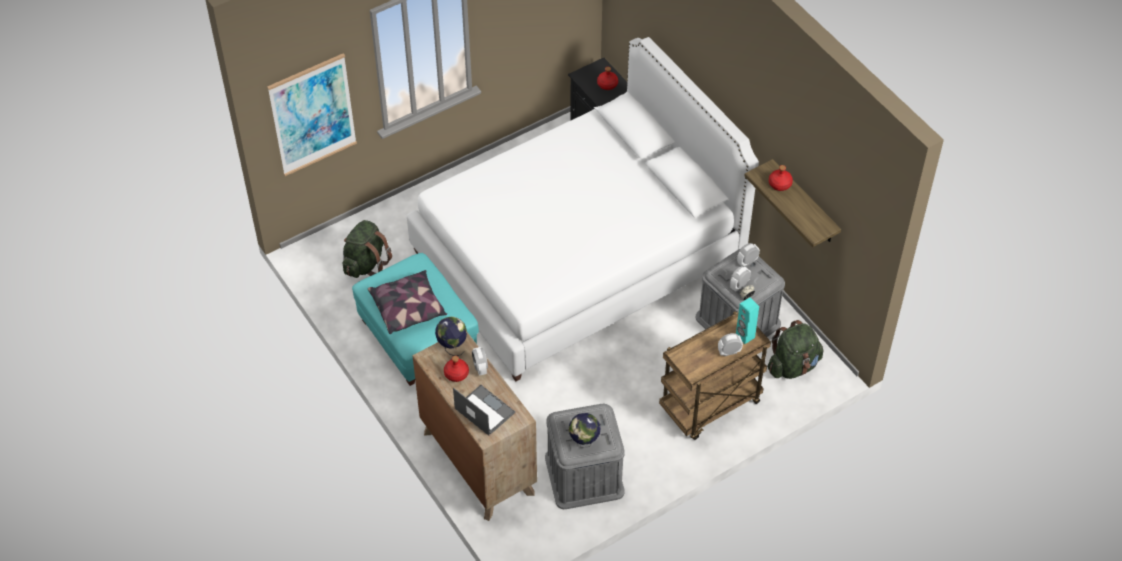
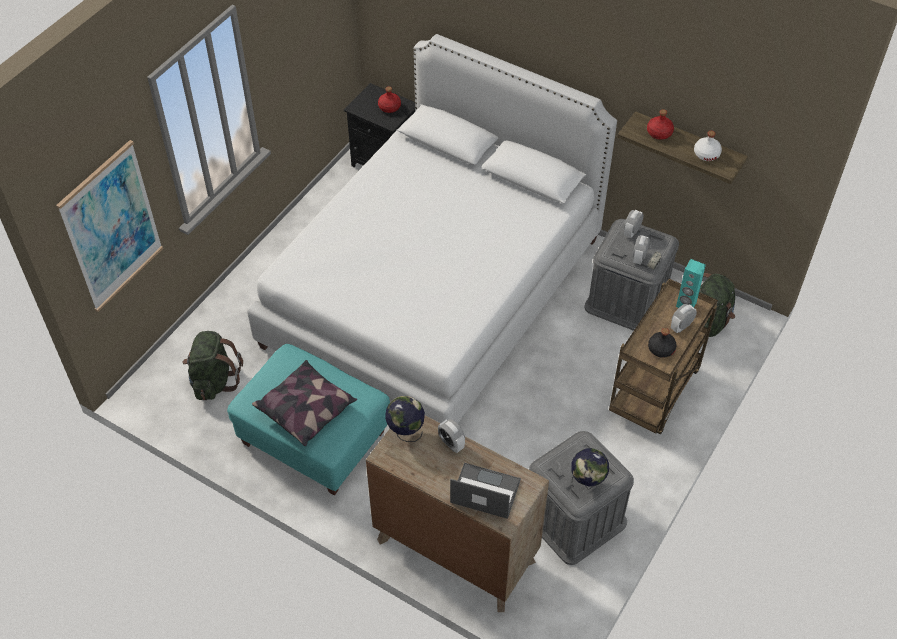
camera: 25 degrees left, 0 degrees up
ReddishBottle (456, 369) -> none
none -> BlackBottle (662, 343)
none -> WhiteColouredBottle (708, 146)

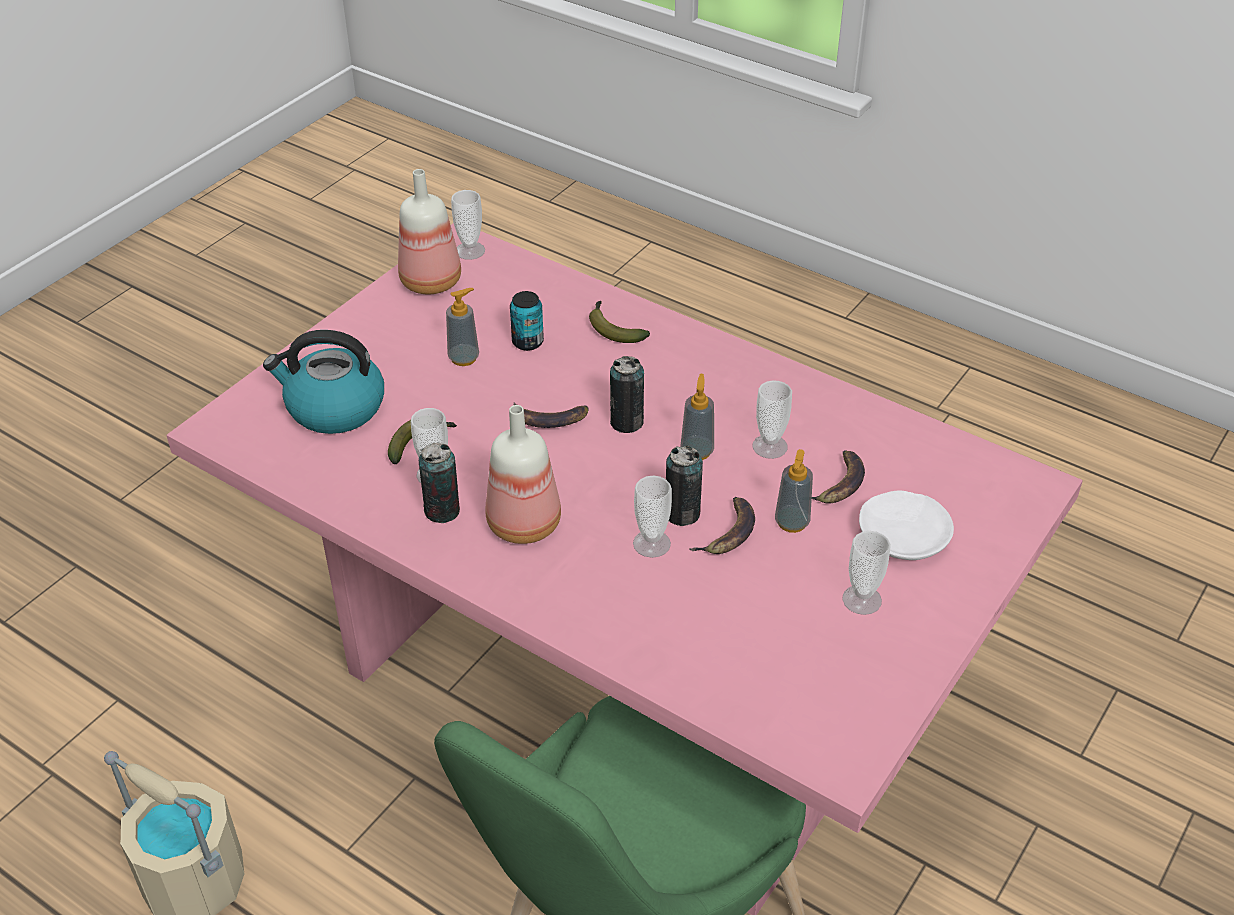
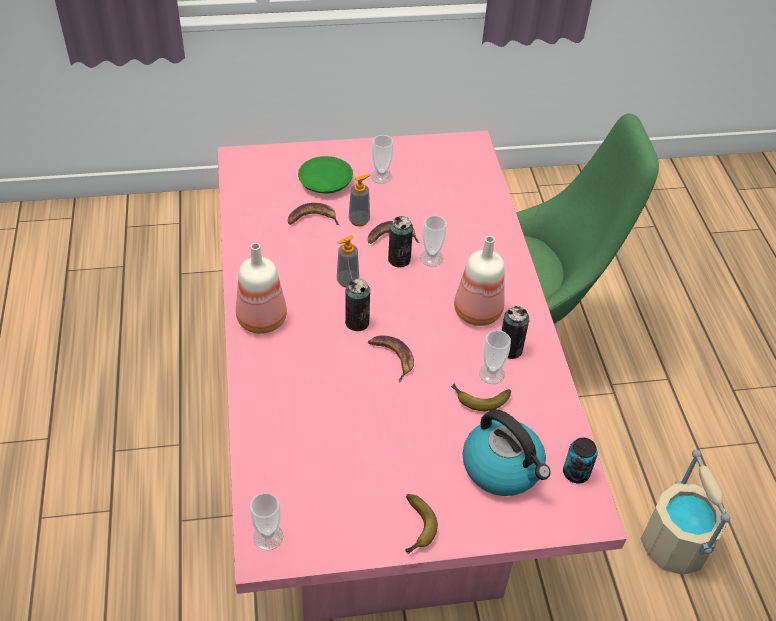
camera: 135 degrees left, 5 degrees up
Bottle (429, 231) -> Bottle (261, 288), moved
SoapBottle (462, 327) -> none
Can (527, 321) -> Can (580, 460), moved
Banana (619, 322) -> Banana (422, 524), moved
Cup (772, 419) -> none
WhiteColouredFlatDish (906, 525) -> GreenishFlatDish (325, 174)

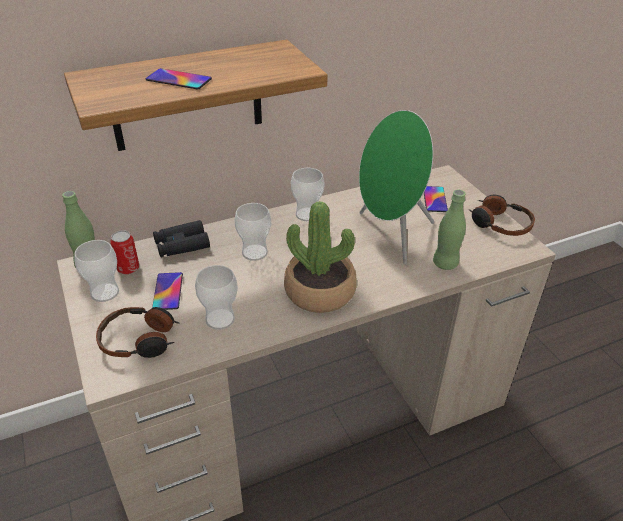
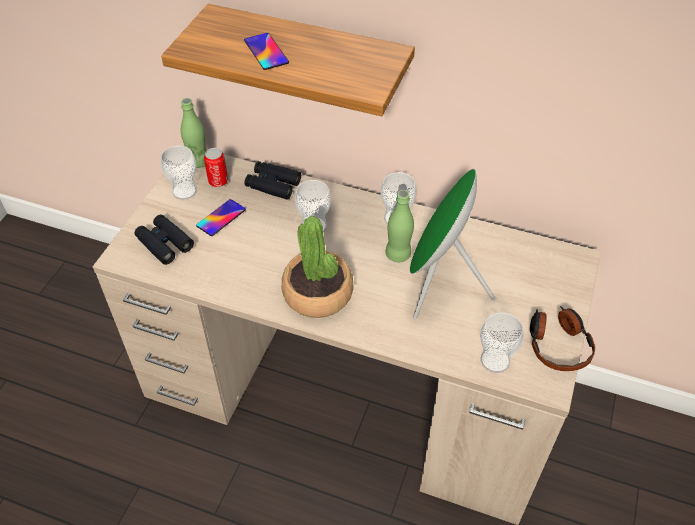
camera: 45 degrees right, 10 degrees up
Headset (138, 332) -> BlackPairOfBinoculars (164, 240)
Cup (216, 297) -> Cup (502, 342), moved
Phone (436, 199) -> none
GreenishBottle (449, 230) -> GreenishBottle (399, 226), moved

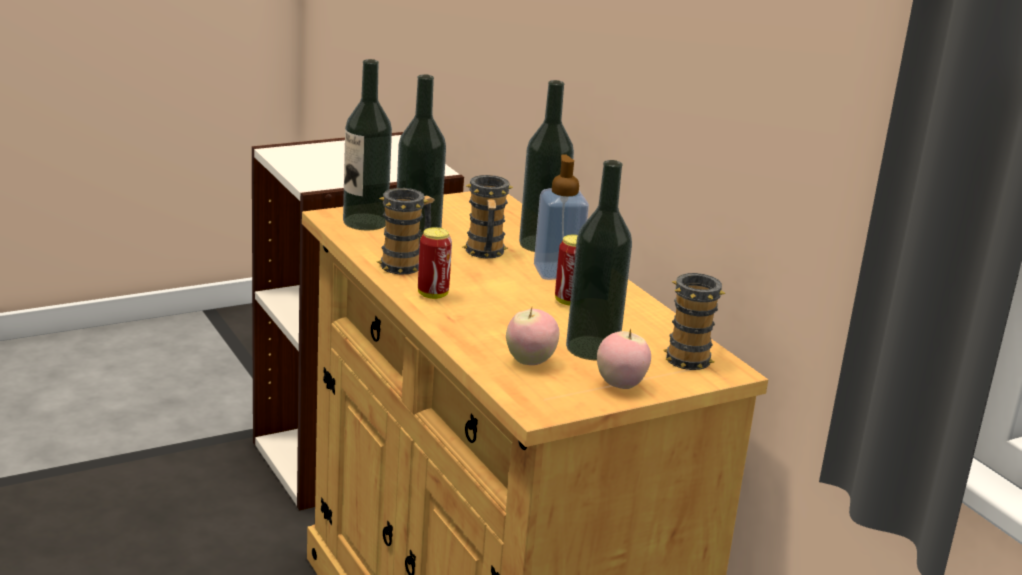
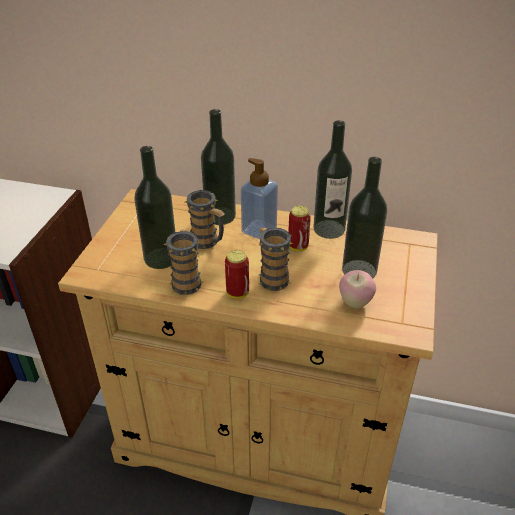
camera: 45 degrees left, 15 degrees up
Bottle (367, 145) -> Bottle (332, 179), moved
WholeApple (624, 358) -> none
TeaMug (694, 321) -> TeaMug (275, 259), moved

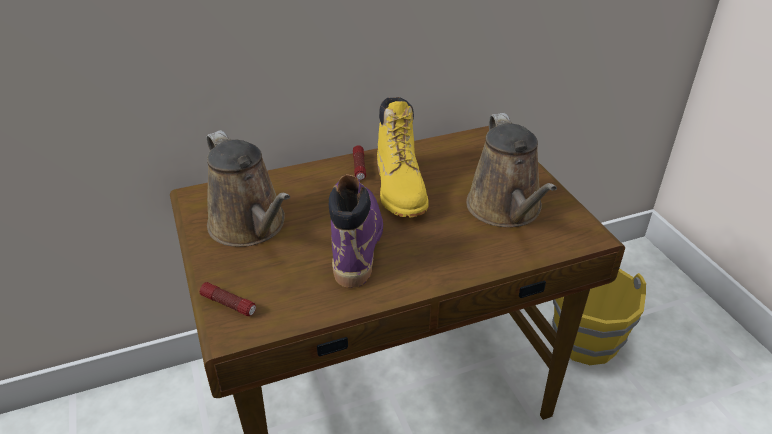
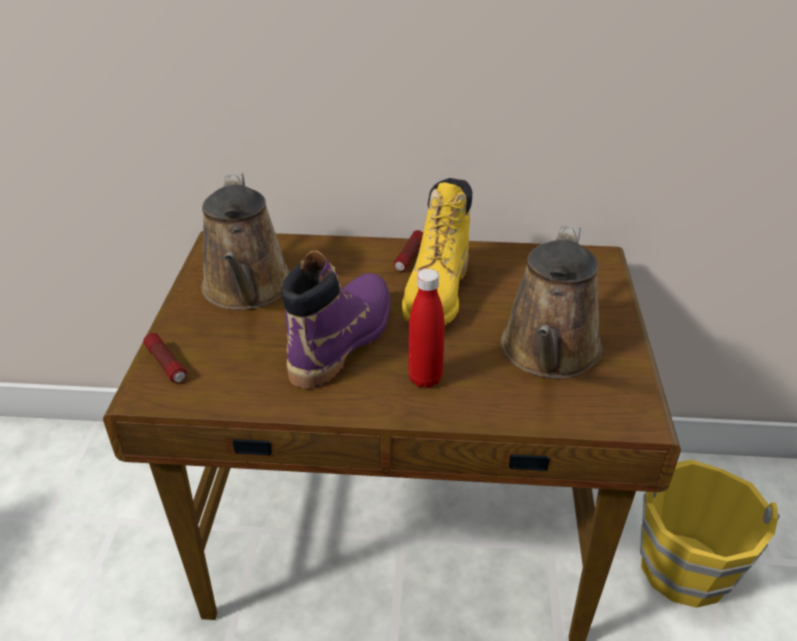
camera: 25 degrees right, 0 degrees up
none -> ReddishBottle (426, 328)

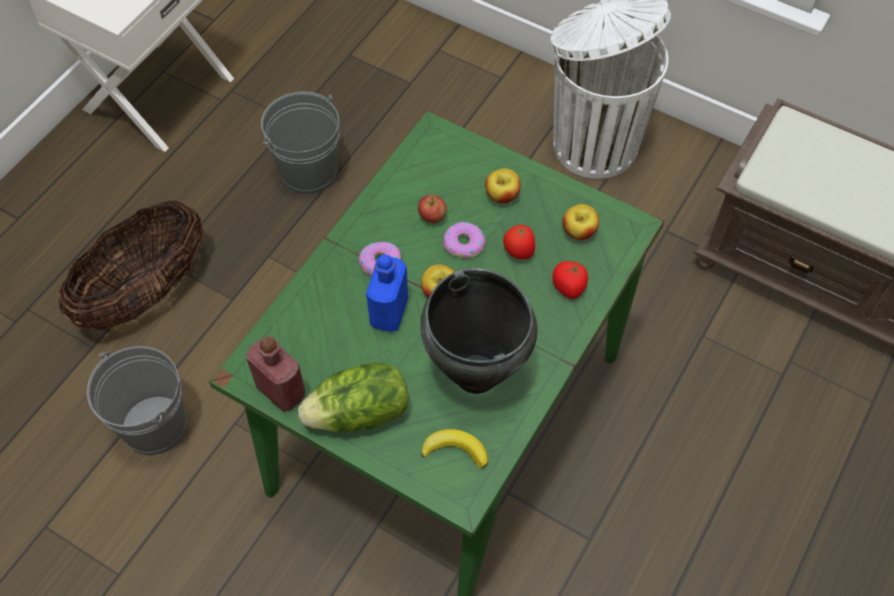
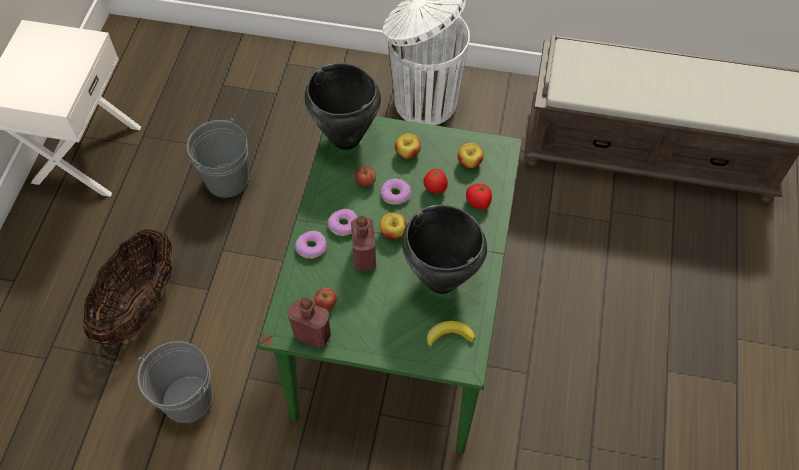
camera: 20 degrees left, 0 degrees up
LettuceHead (353, 397) -> none
BlueColouredBottle (387, 293) -> ReddishBottle (363, 243)
none -> Doughnut (311, 245)
none -> BlackStockpot (343, 106)
none -> WholeApple (325, 299)

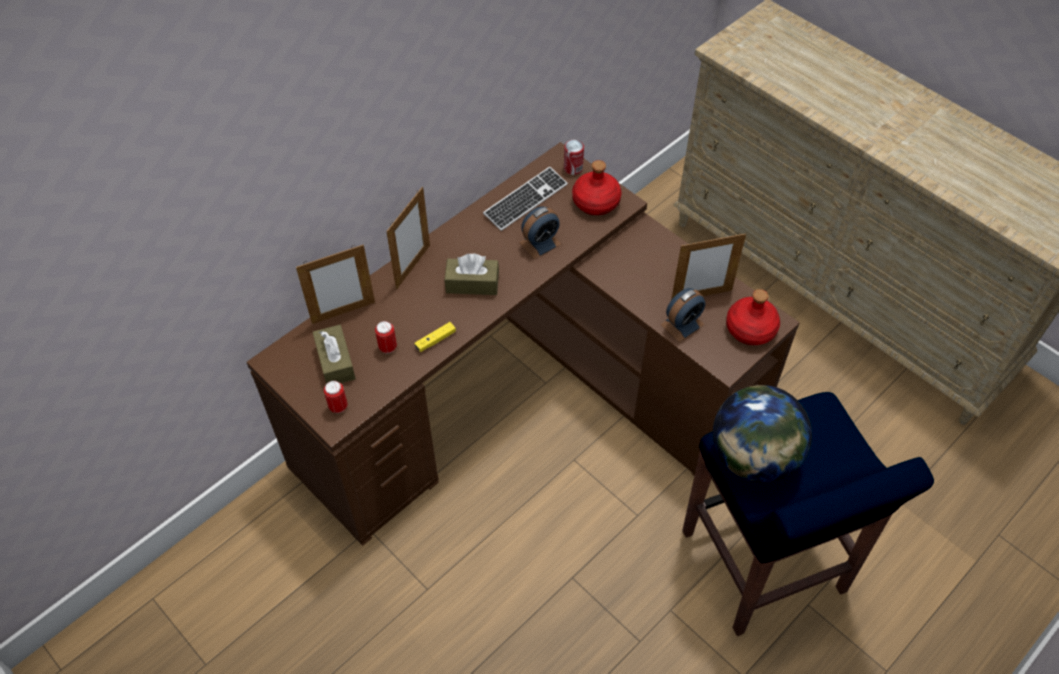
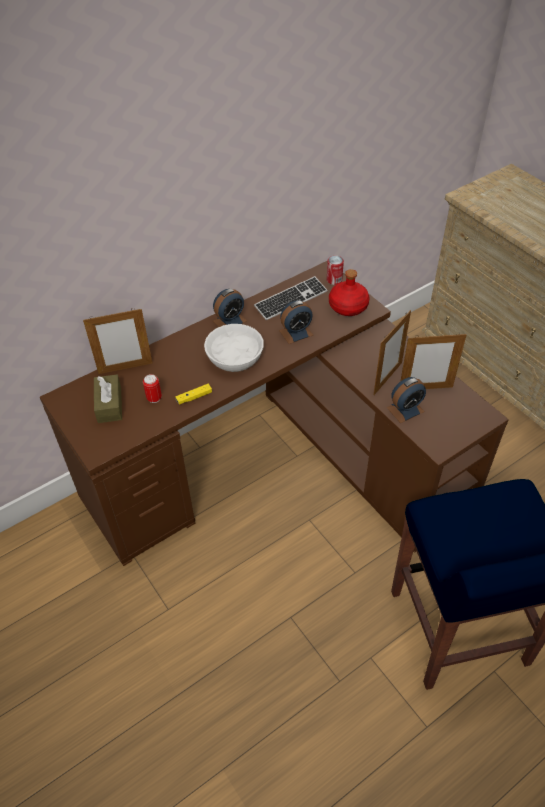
camera: 10 degrees right, 5 degrees down
Can (336, 397) -> none
PictureFrame (408, 238) -> PictureFrame (392, 352), moved
BrownishTissueBox (472, 274) -> WhiteColouredDeepDish (234, 348)
DeskGlobe (762, 434) -> none
ReddishBottle (753, 317) -> none
none -> TableClock (230, 308)

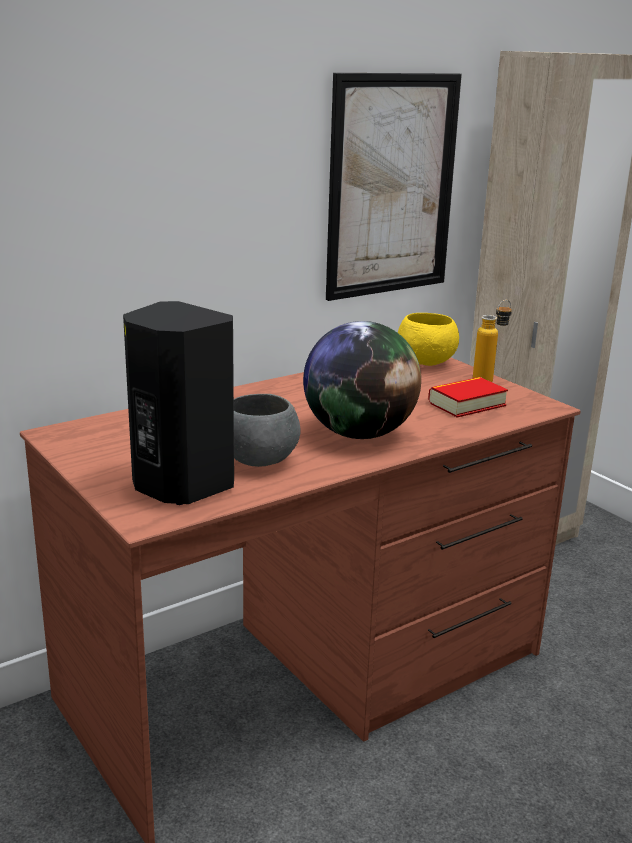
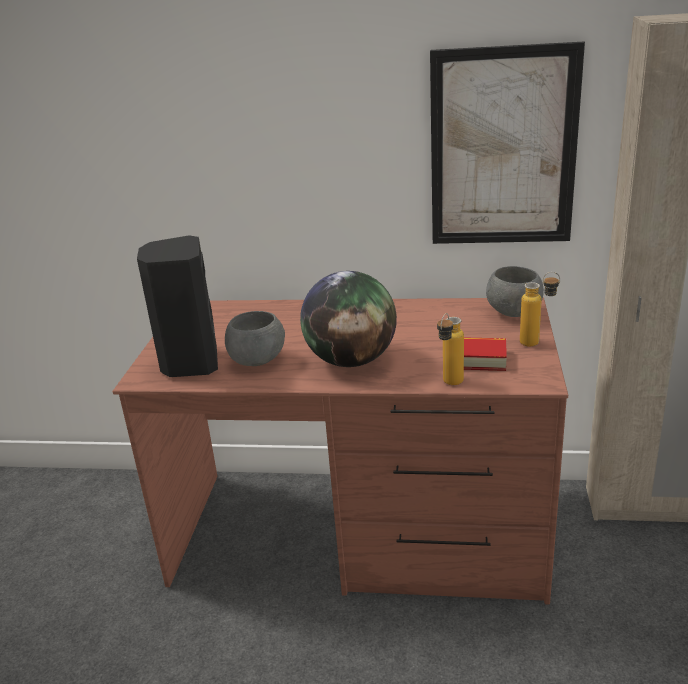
camera: 45 degrees right, 5 degrees up
YellowDeepDish (428, 339) -> GreyishDeepDish (515, 291)
none -> Bottle (450, 349)

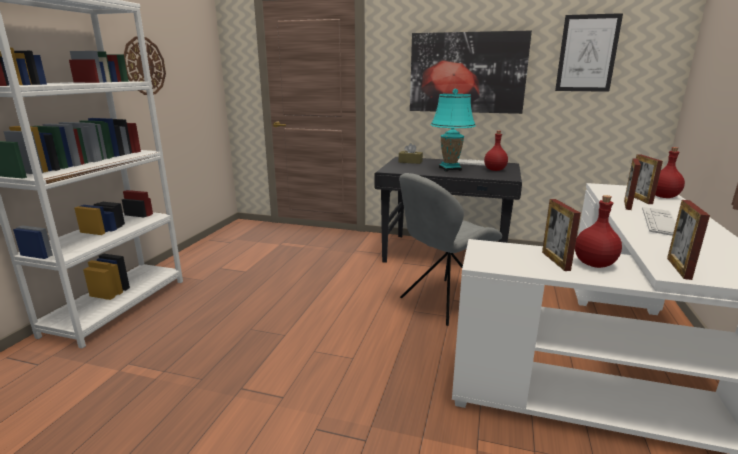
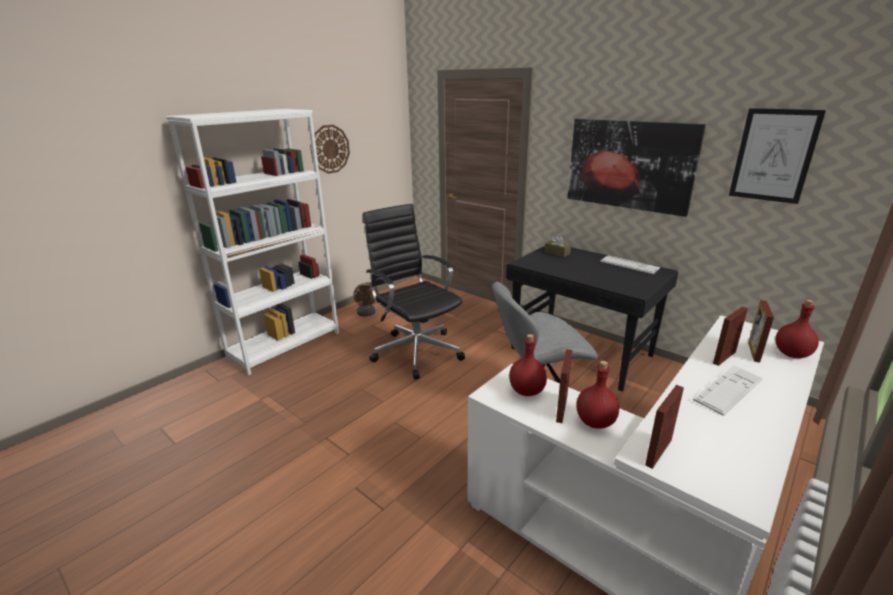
camera: 25 degrees right, 5 degrees up
TurquoiseTableLamp (453, 130) -> none
ReddishBottle (496, 151) -> ReddishBottle (528, 365), moved
none -> BrownishElectricFan (366, 299)
none -> BlackComputerChair (414, 291)

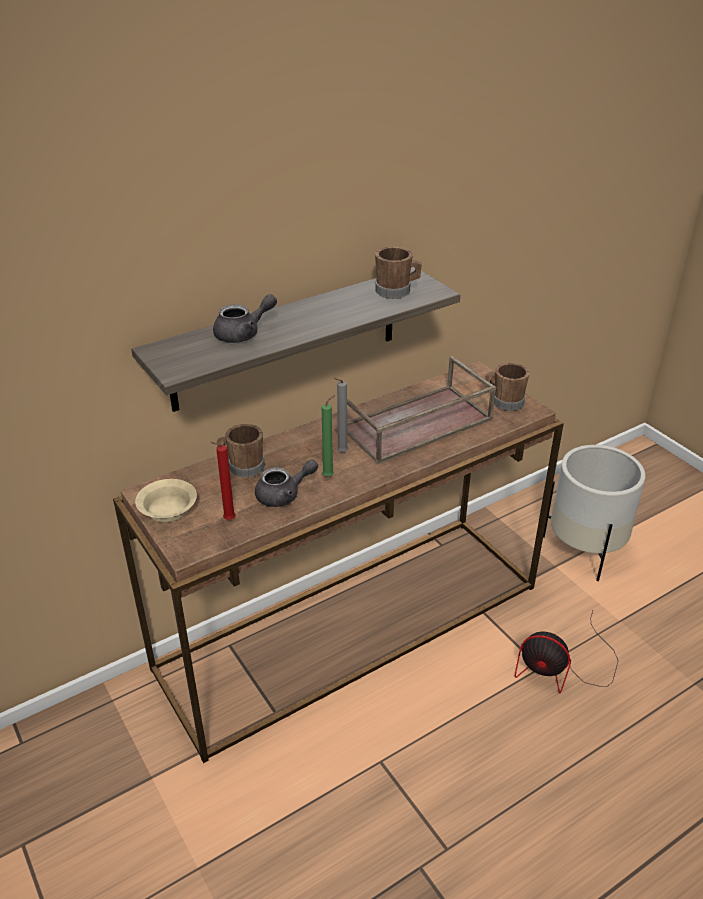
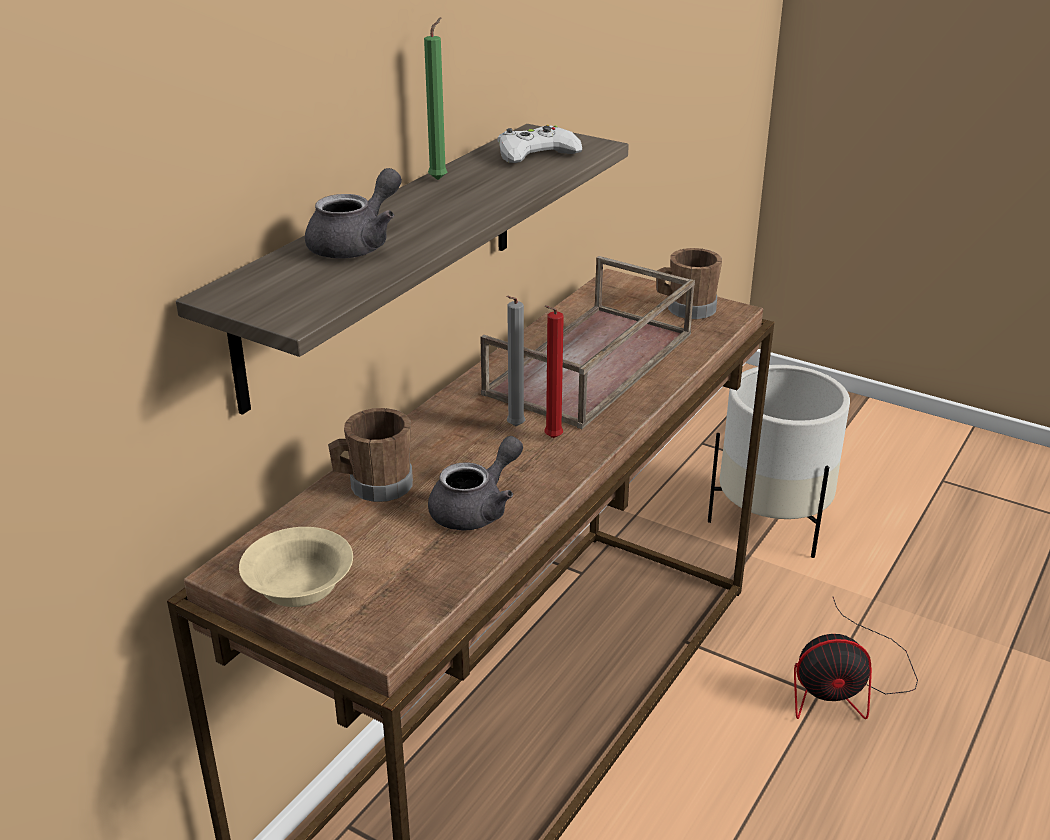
camera: 25 degrees left, 5 degrees down
ReddishCandle (223, 481) -> ReddishCandle (554, 371), moved
GreenishCandle (328, 435) -> GreenishCandle (435, 98), moved
BrownishTeaMug (398, 272) -> WhiteColouredJoypad (540, 144)

